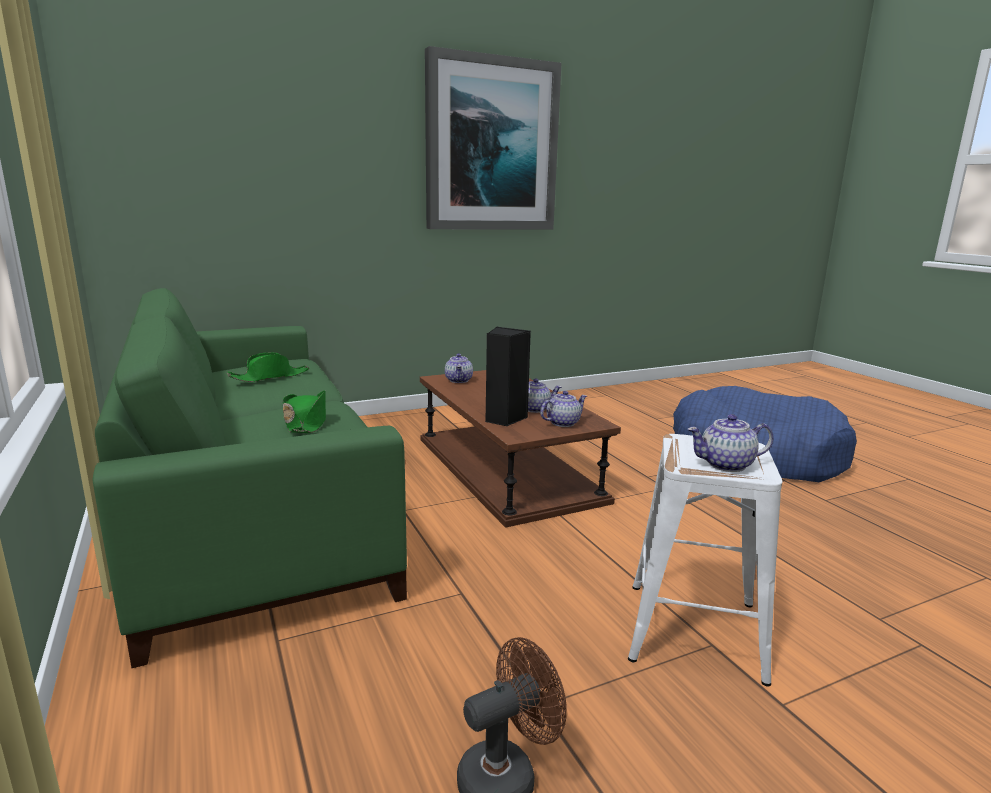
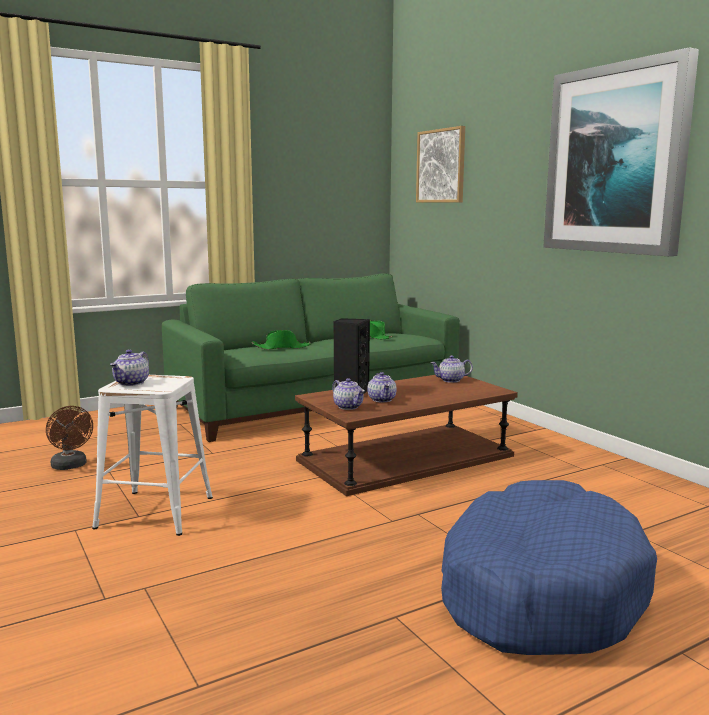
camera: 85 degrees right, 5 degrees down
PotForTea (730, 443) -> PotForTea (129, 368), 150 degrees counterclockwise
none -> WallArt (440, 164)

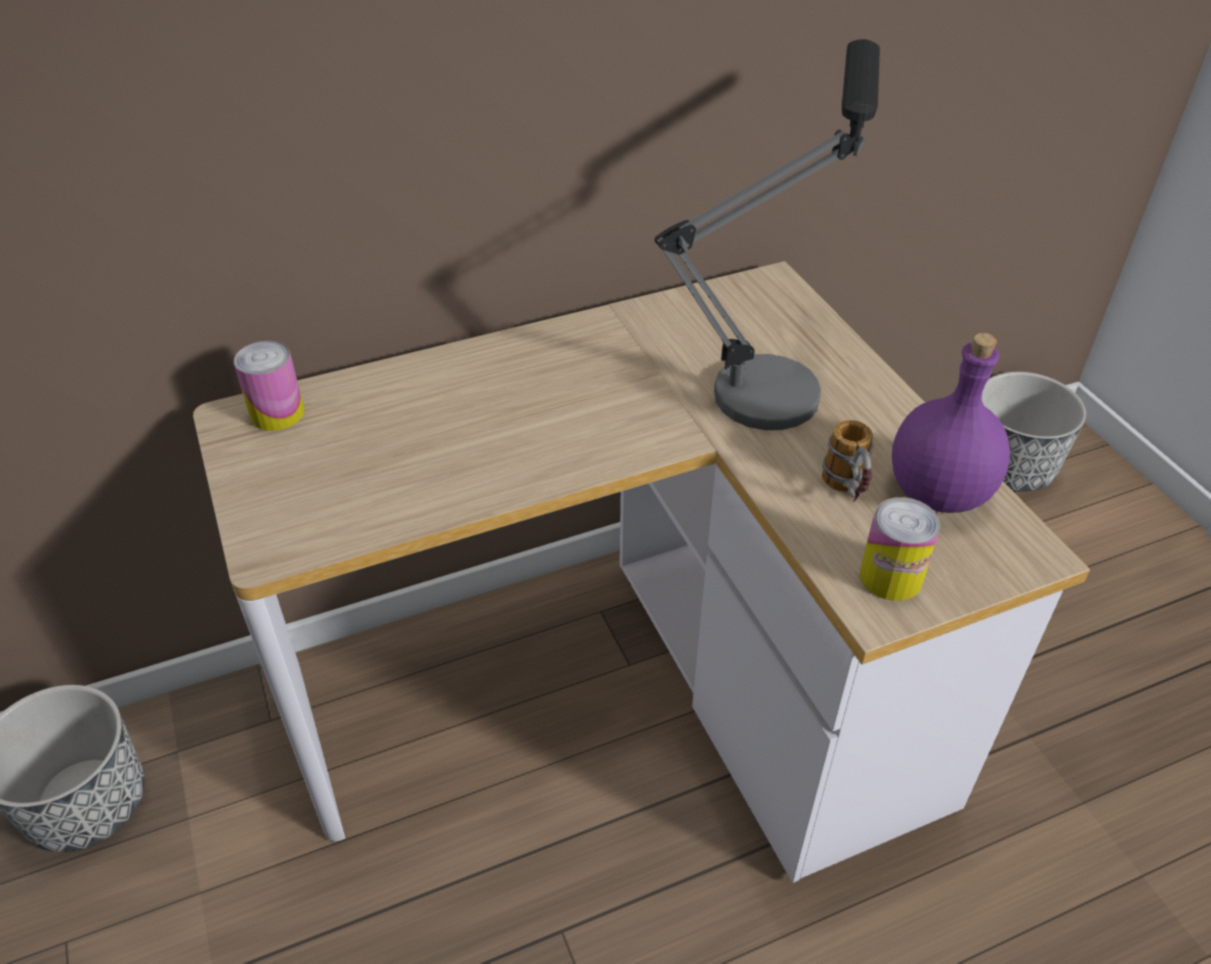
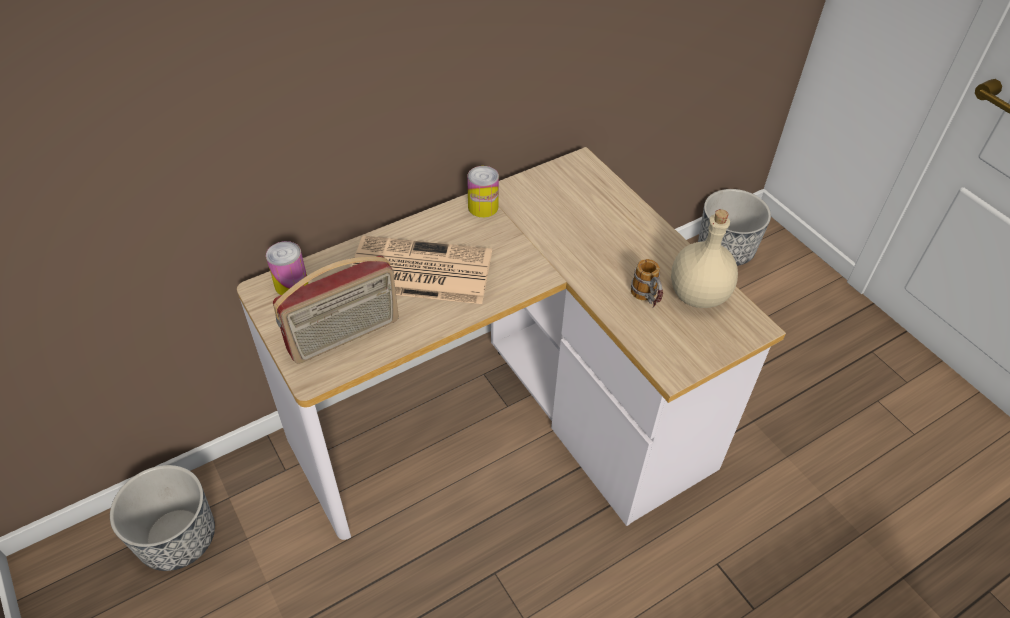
camera: 10 degrees left, 5 degrees up
TableLamp (767, 234) -> none
Can (900, 549) -> Can (483, 192), moved
PurplishBottle (951, 423) -> BeigeBottle (704, 258)
none -> Radio (336, 309)
none -> Newspaper (421, 269)

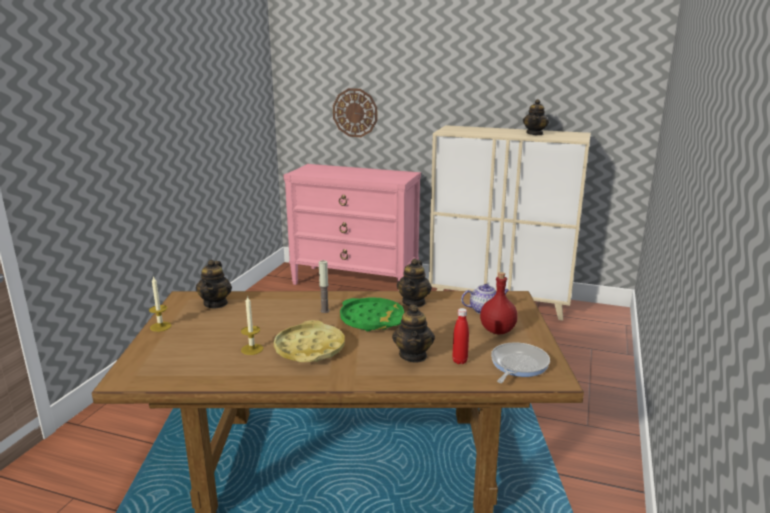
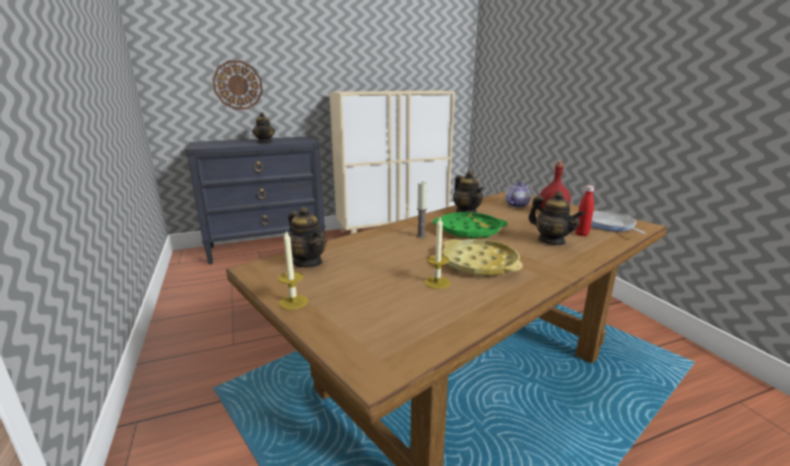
camera: 40 degrees left, 0 degrees up
PinkColouredDrawerChest (352, 227) -> BlackDrawerChest (255, 200)
PotForTea (536, 117) -> PotForTea (263, 127), moved

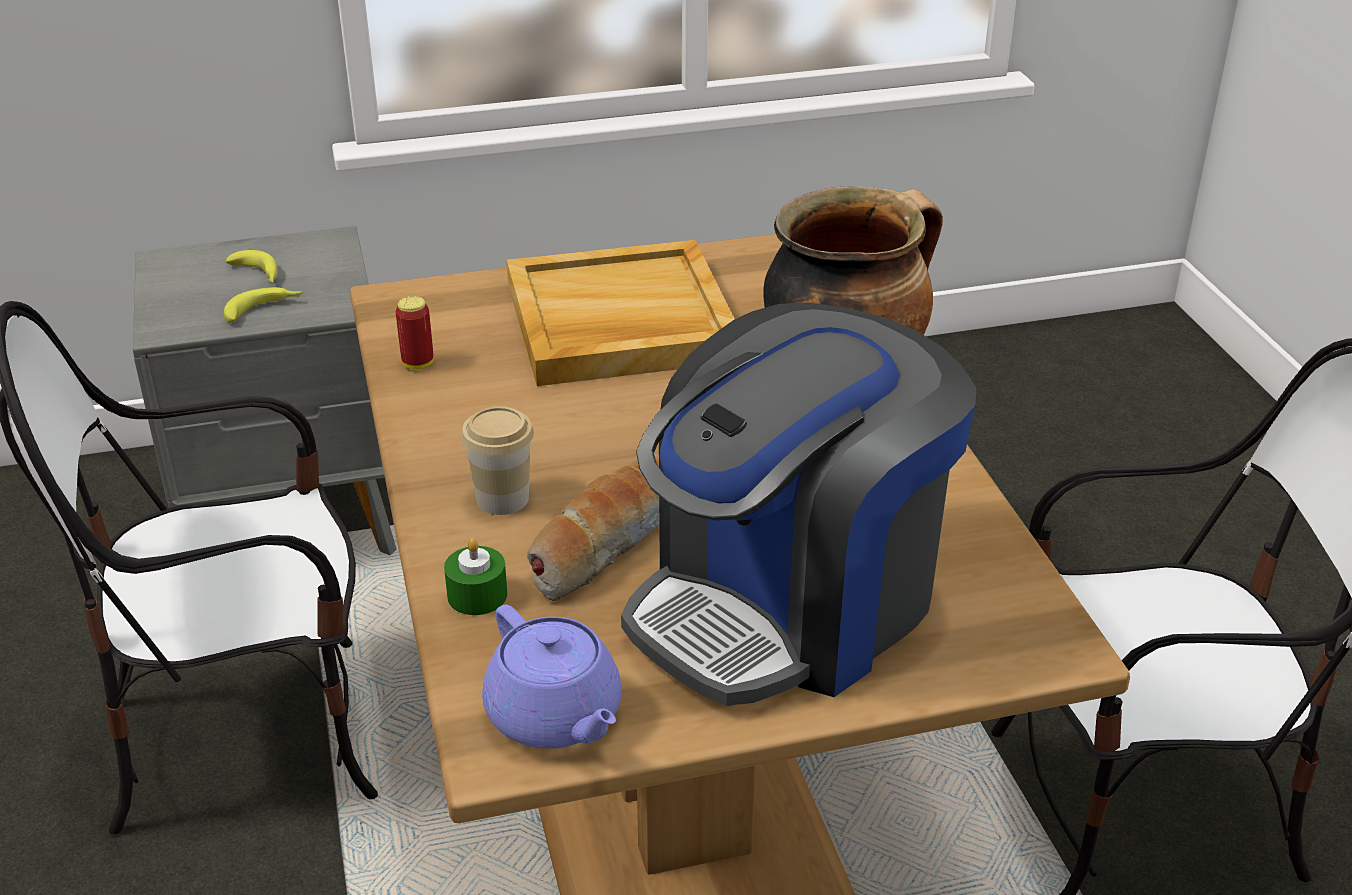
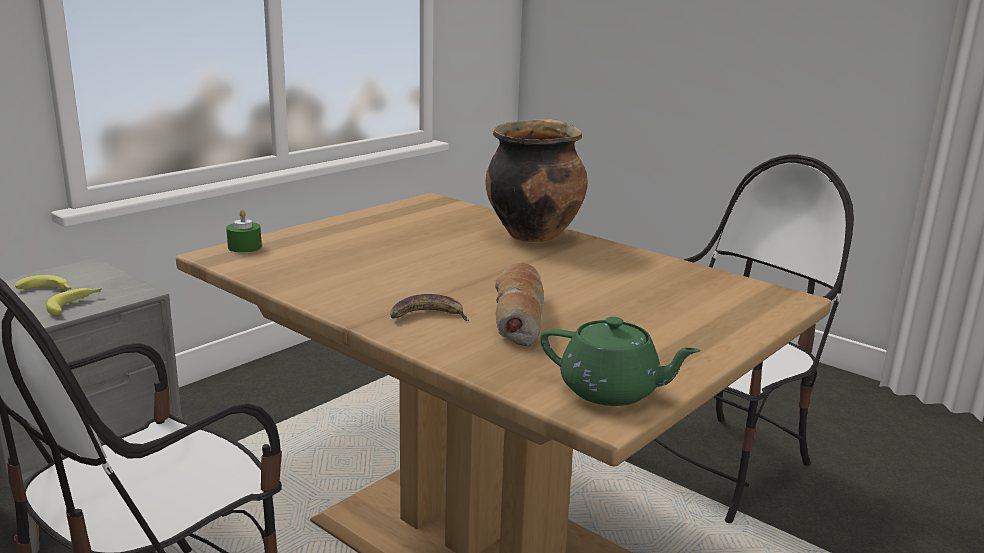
camera: 35 degrees left, 15 degrees down
Can (415, 332) -> none
GreenishCandle (475, 576) -> GreenishCandle (244, 231), moved
Cup (498, 460) -> Banana (429, 307)
PurplishPotForTea (552, 676) -> GreenishPotForTea (620, 361)
BeigeCarryingTray (620, 313) -> none
CoffeeBrewer (798, 504) -> none

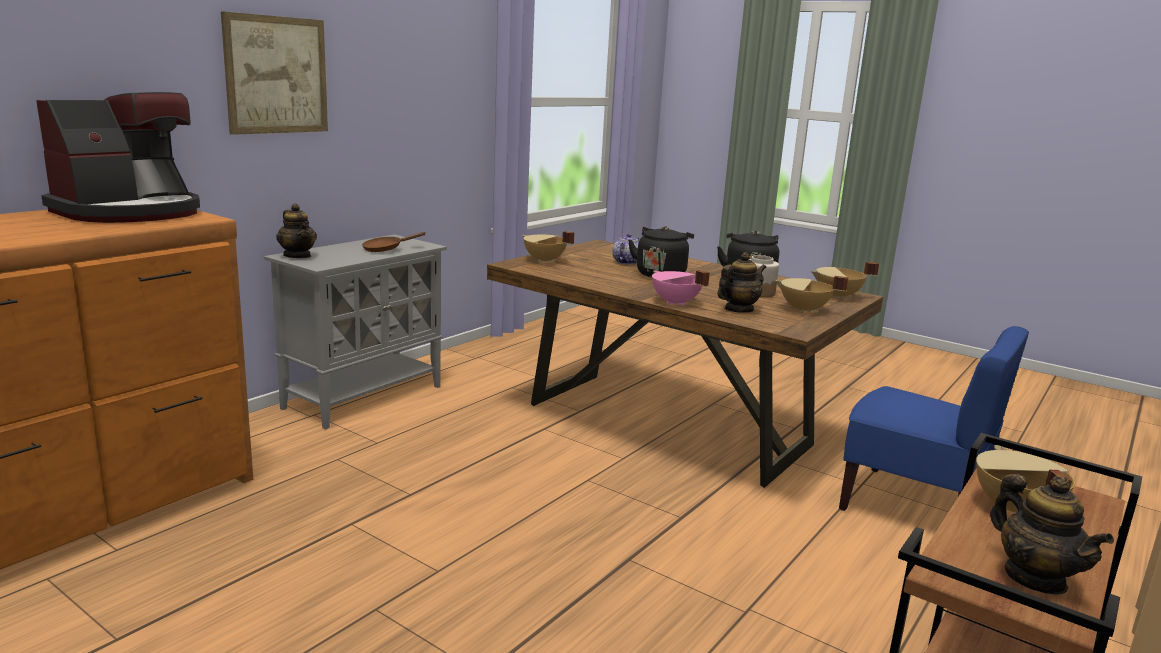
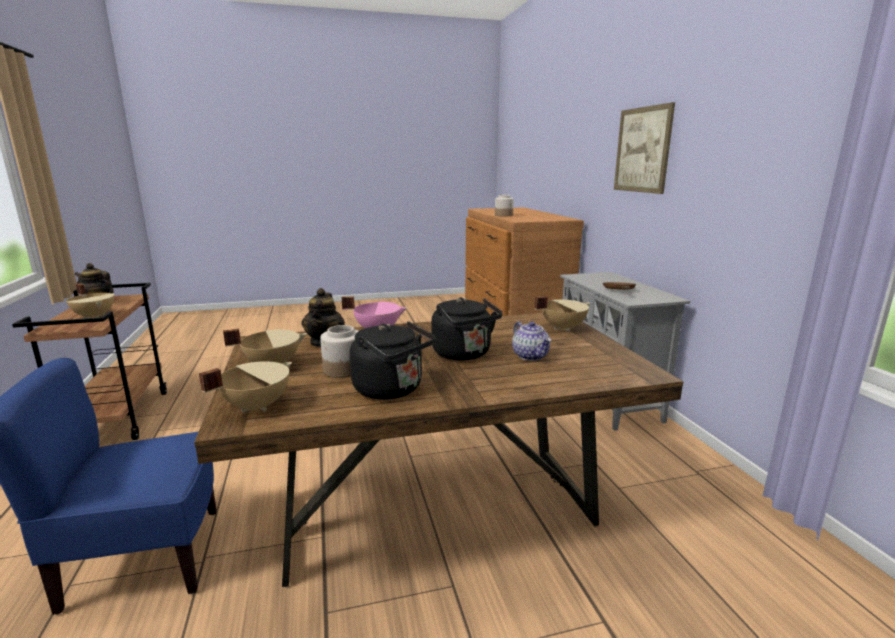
camera: 130 degrees right, 0 degrees up
CoffeeBrewer (118, 157) -> none
PotForTea (296, 230) -> none
none -> StorageJar (504, 206)

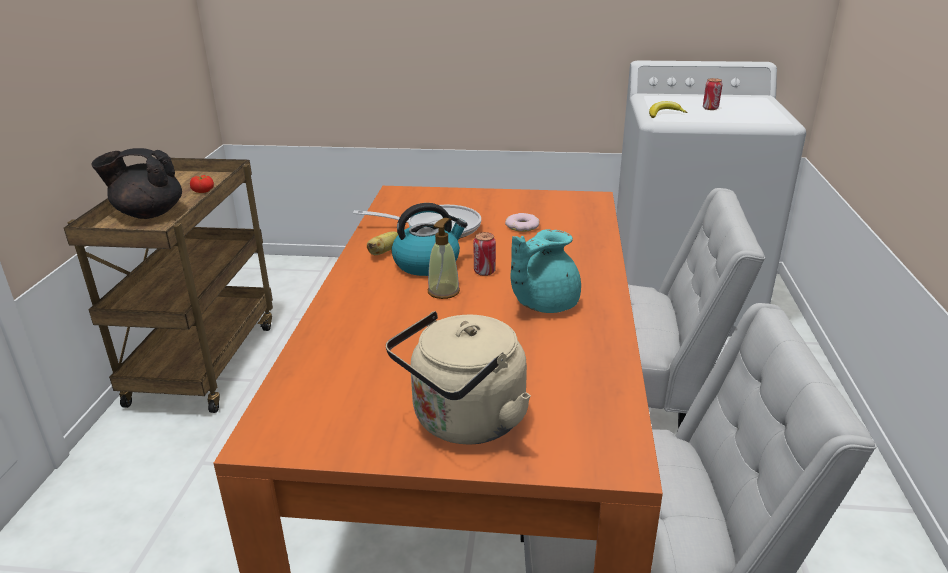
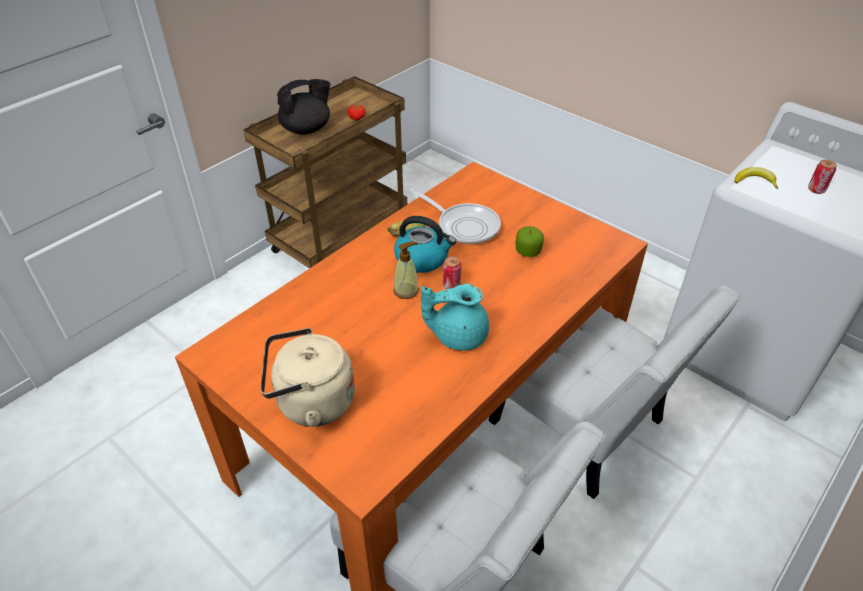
camera: 35 degrees right, 15 degrees up
BlackPotForTea (136, 183) -> BlackPotForTea (303, 107), 120 degrees clockwise
Doughnut (522, 222) -> WholeApple (529, 241)

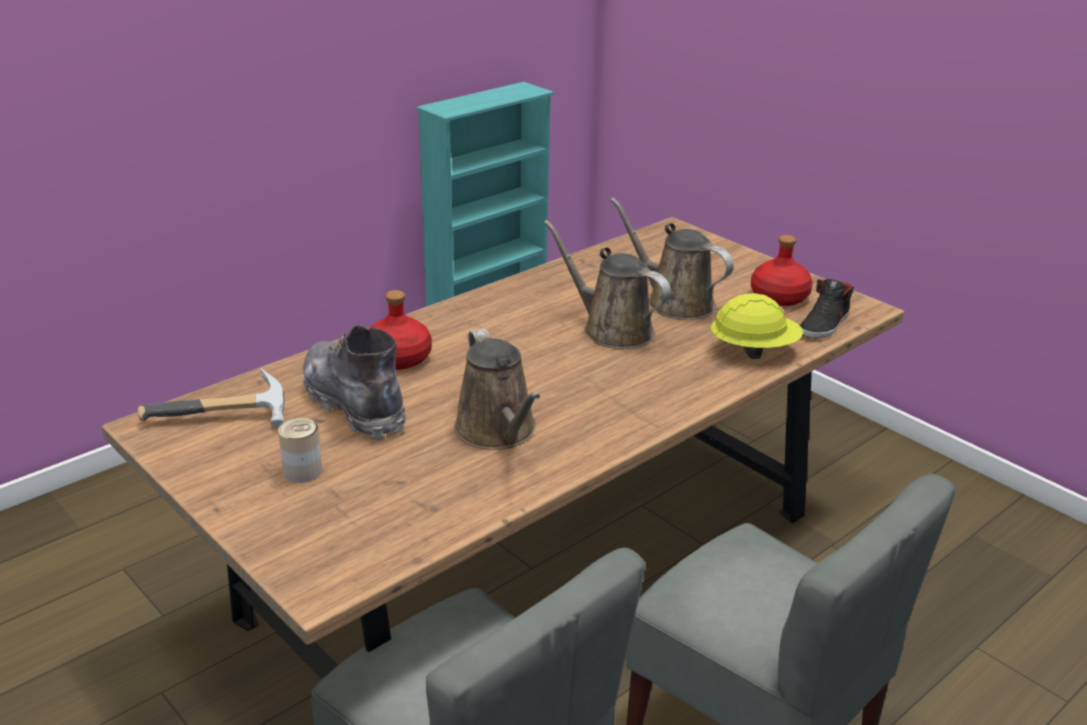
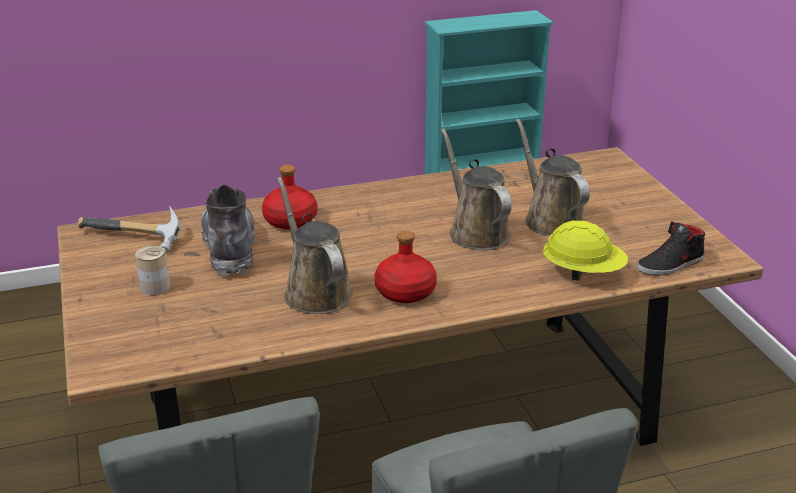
camera: 25 degrees right, 0 degrees up
BrownishWateringPot (497, 389) -> BrownishWateringPot (315, 245), 150 degrees clockwise
ReddishBottle (782, 270) -> ReddishBottle (405, 267), moved

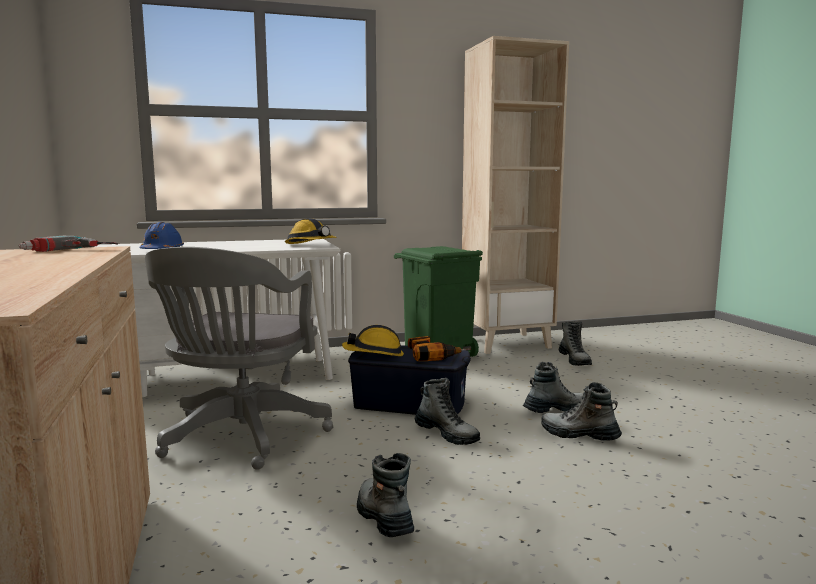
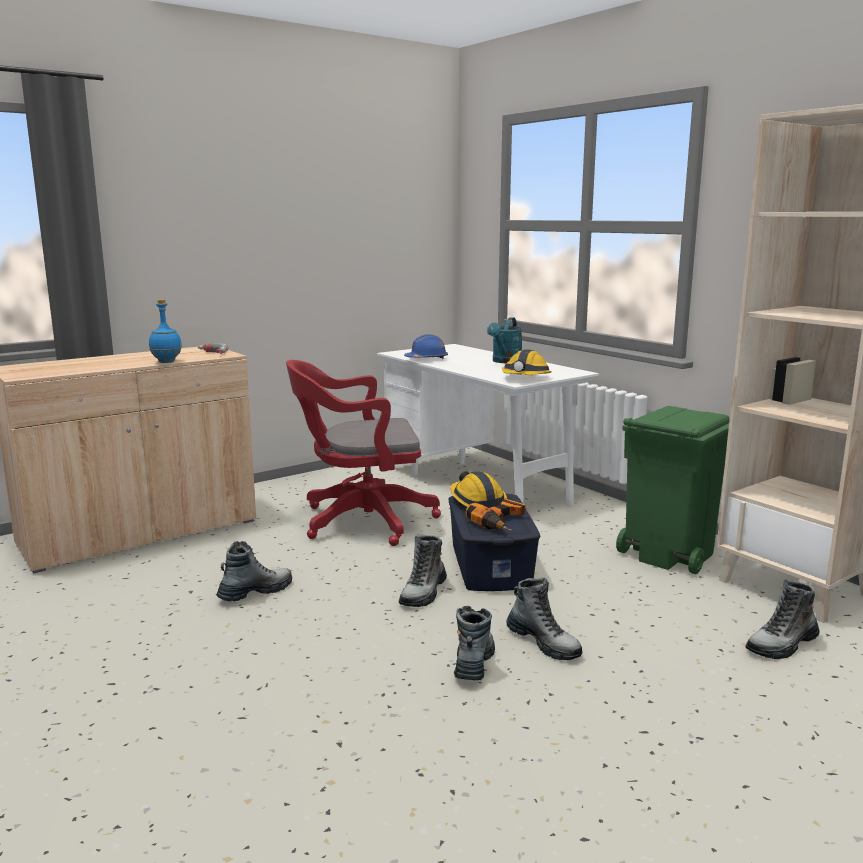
camera: 70 degrees right, 5 degrees up
GreyishComputerChair (239, 358) -> ReddishComputerChair (363, 453)
none -> BlueColouredBottle (165, 331)
none -> TurquoiseWateringPot (504, 340)

